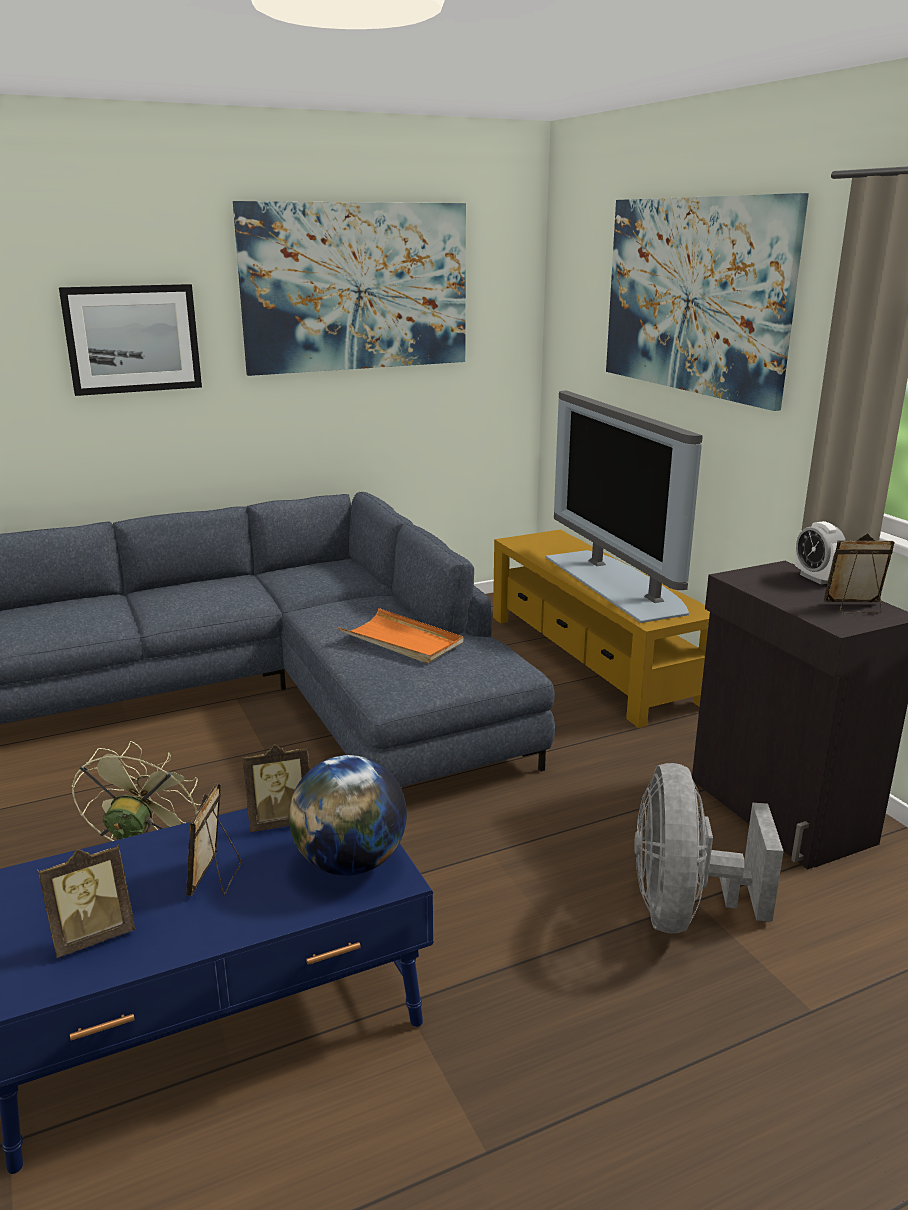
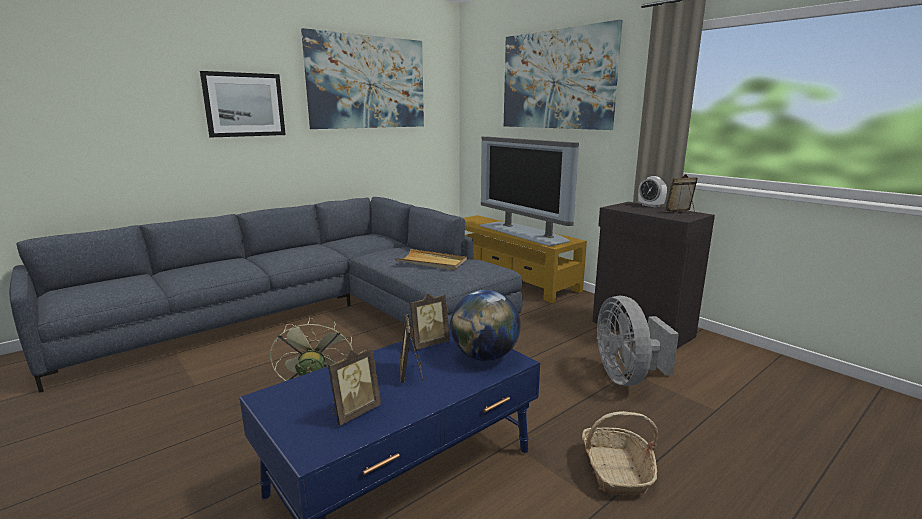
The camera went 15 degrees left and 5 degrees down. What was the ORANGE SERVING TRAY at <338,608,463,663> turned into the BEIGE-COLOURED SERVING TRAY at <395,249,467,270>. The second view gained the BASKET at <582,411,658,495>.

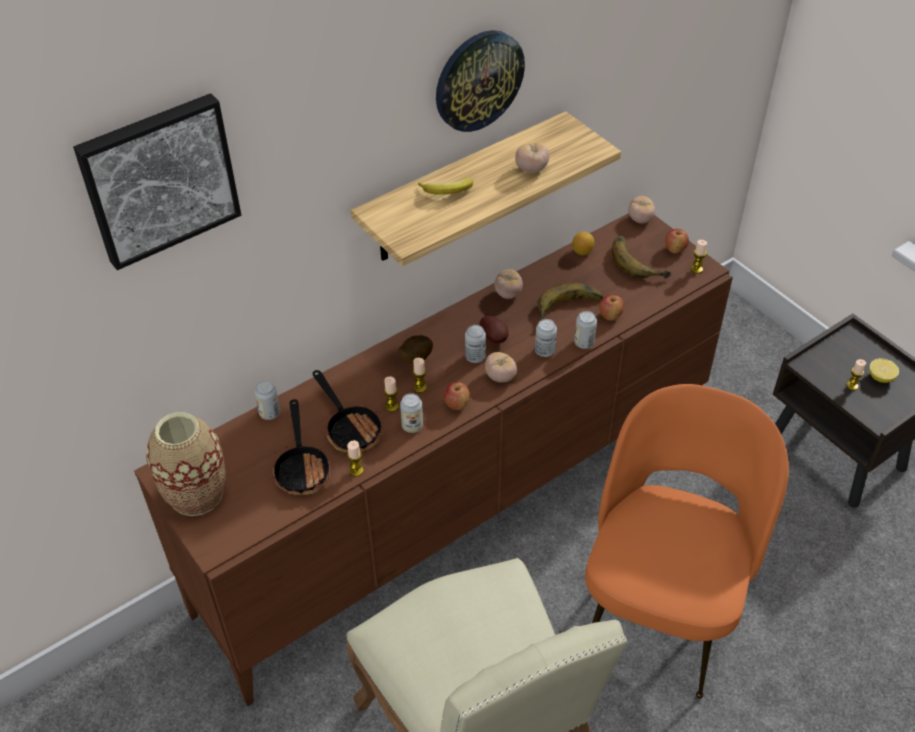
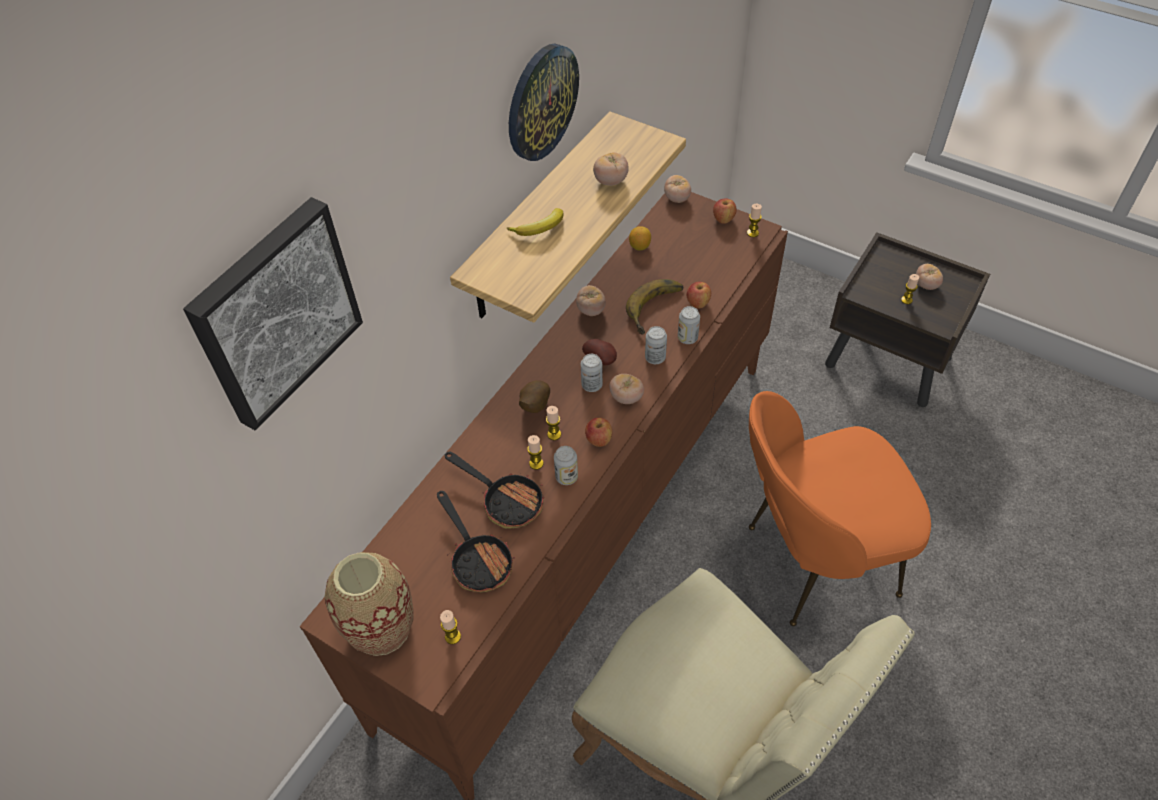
The camera went 20 degrees left and 5 degrees up. The second view lost the SEALED CAN at <254,381,280,420>. The CANDLE ended up elsewhere, having gone from <347,440,364,477> to <440,610,461,644>. The ORANGE CHAIR at <585,384,789,699> ended up facing another way, 105 degrees counterclockwise from before. The second view lost the WHOLE BANANA at <612,235,671,278>. Where the CITRUS FRUIT stood at <869,358,899,383>, the TOMATO came to stand at <916,264,943,290>.

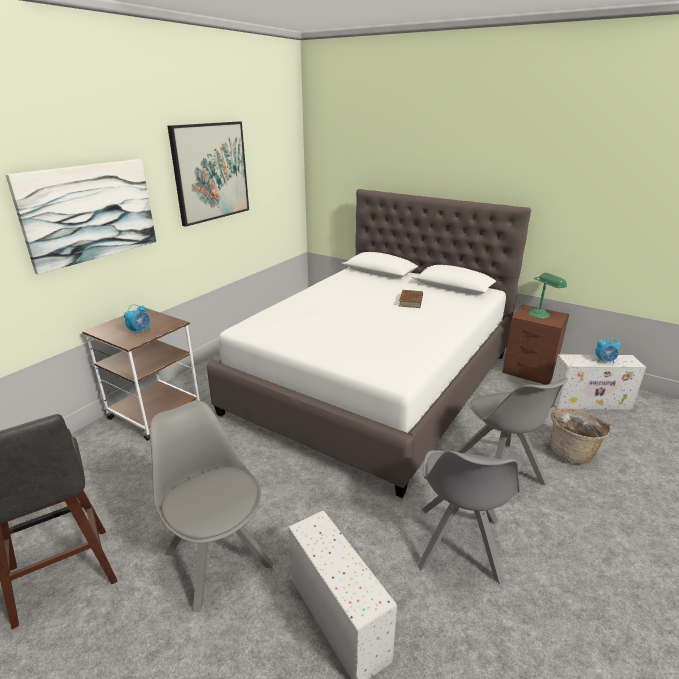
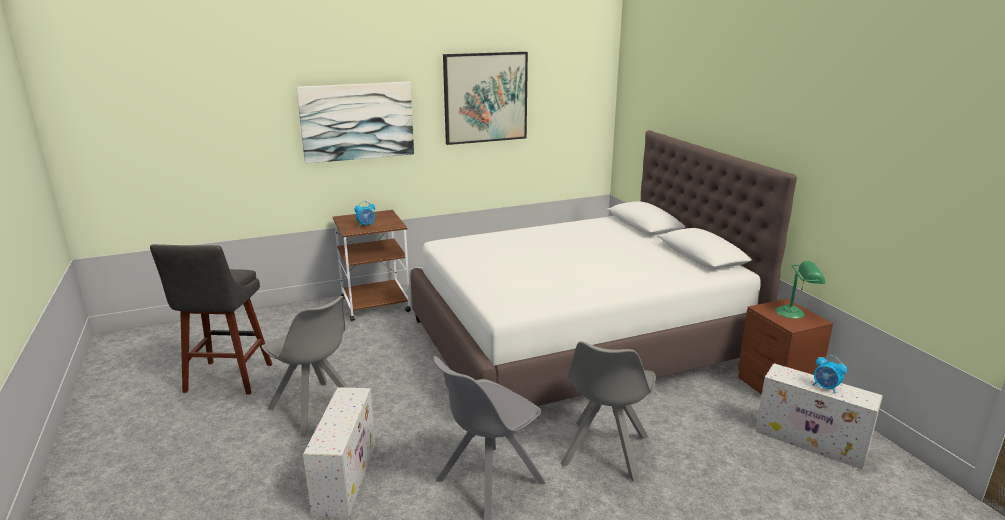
The camera went 35 degrees right and 5 degrees down. The GREYISH CHAIR at <150,401,273,612> ended up facing another way, 135 degrees clockwise from before. The second view lost the BROWNISH BOUND BOOK at <399,290,423,308>. The second view lost the BASKET at <550,408,611,464>.

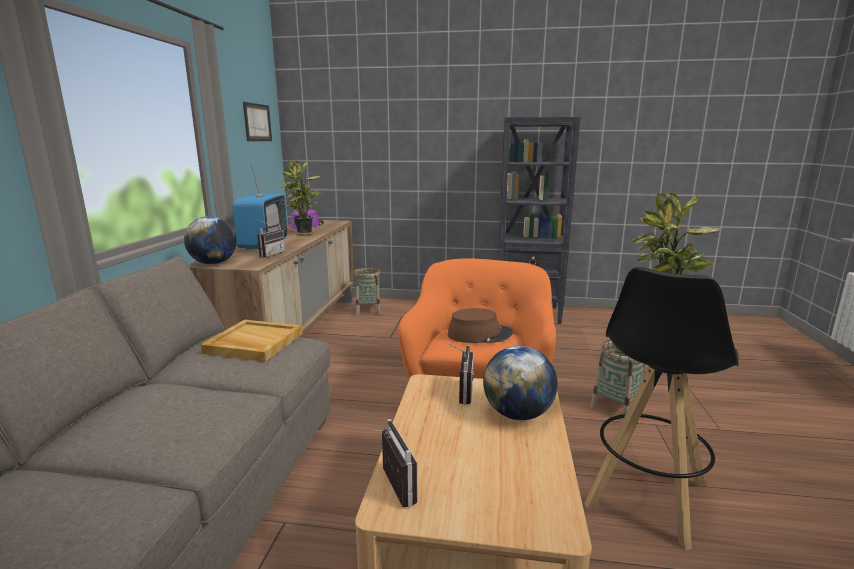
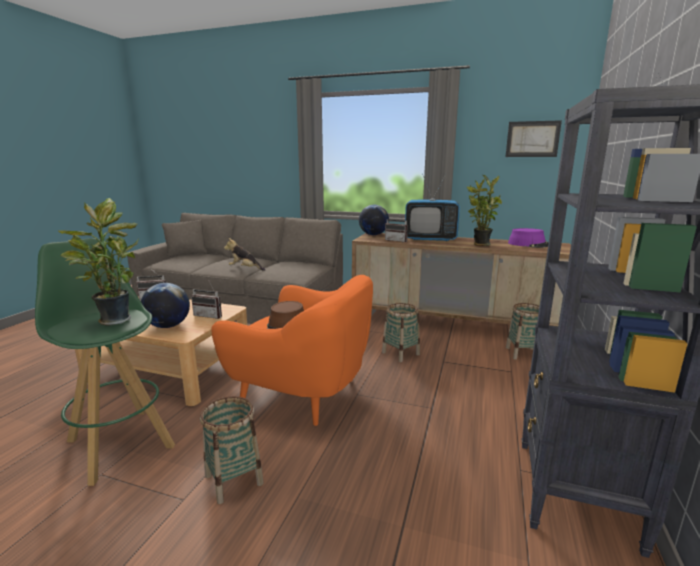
The camera went 100 degrees right and 0 degrees up. The second view lost the BEIGE-COLOURED SERVING TRAY at <201,320,302,362>. What was the BLACK SITTING STOOL at <584,267,739,551> turned into the GREENISH SITTING STOOL at <35,238,175,486>. The second view gained the SOFT TOY at <224,238,265,271>. The second view gained the BASKET at <382,303,420,362>.

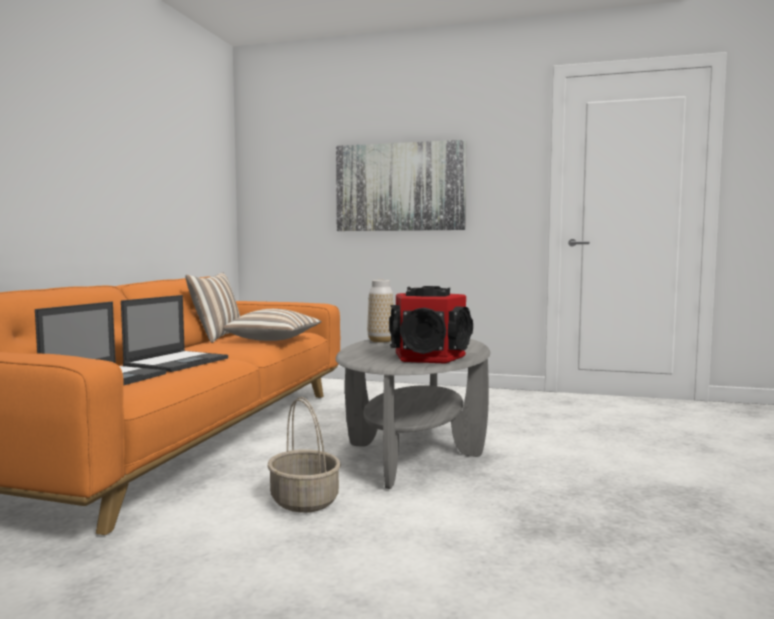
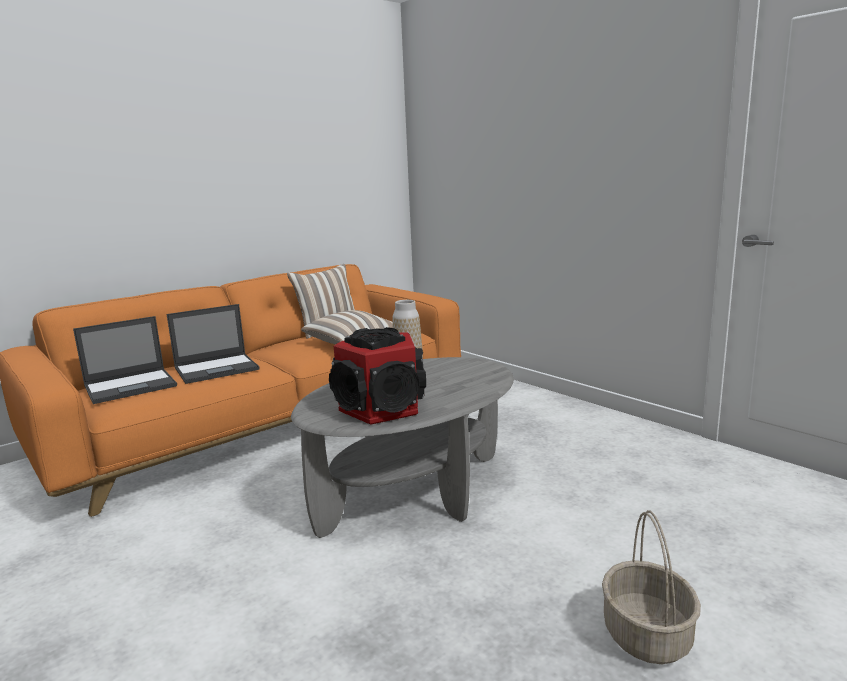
The camera went 35 degrees right and 10 degrees up. The BASKET ended up elsewhere, having gone from <267,397,341,513> to <602,510,701,664>. The second view lost the WALL ART at <336,140,466,231>.

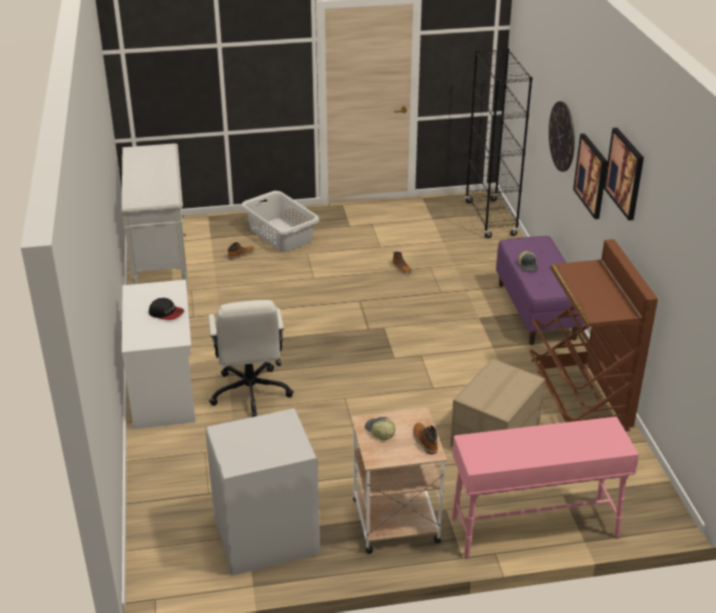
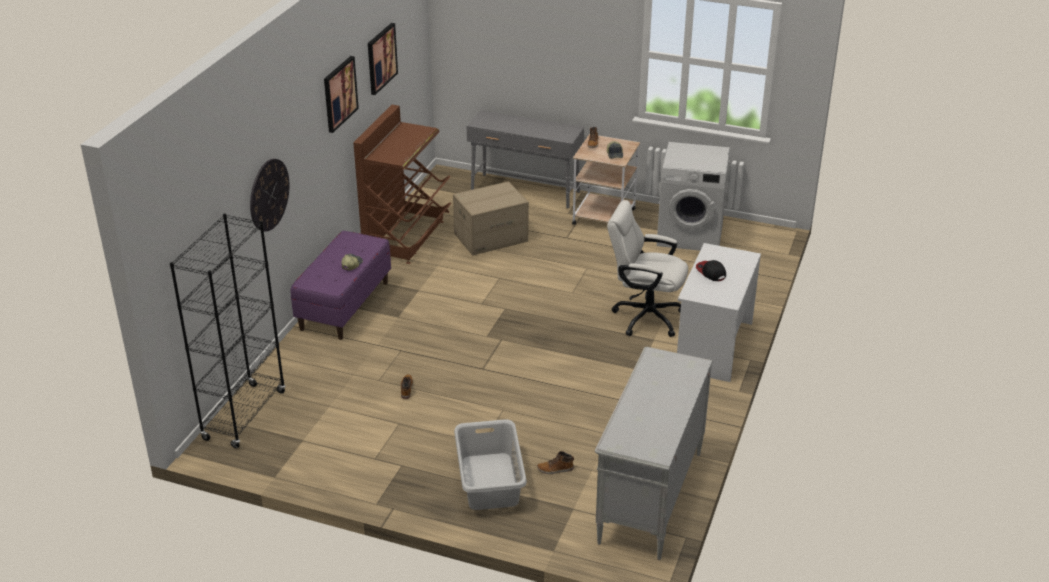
The camera went 150 degrees left and 0 degrees up. The WHITE-COLOURED COMPUTER CHAIR at <208,300,293,417> ended up facing another way, 90 degrees counterclockwise from before. What was the PINK-COLOURED HALL TABLE at <452,417,639,558> turned into the GREYISH HALL TABLE at <466,110,584,208>. The WALL ART ended up elsewhere, having gone from <573,133,607,219> to <368,23,398,95>.

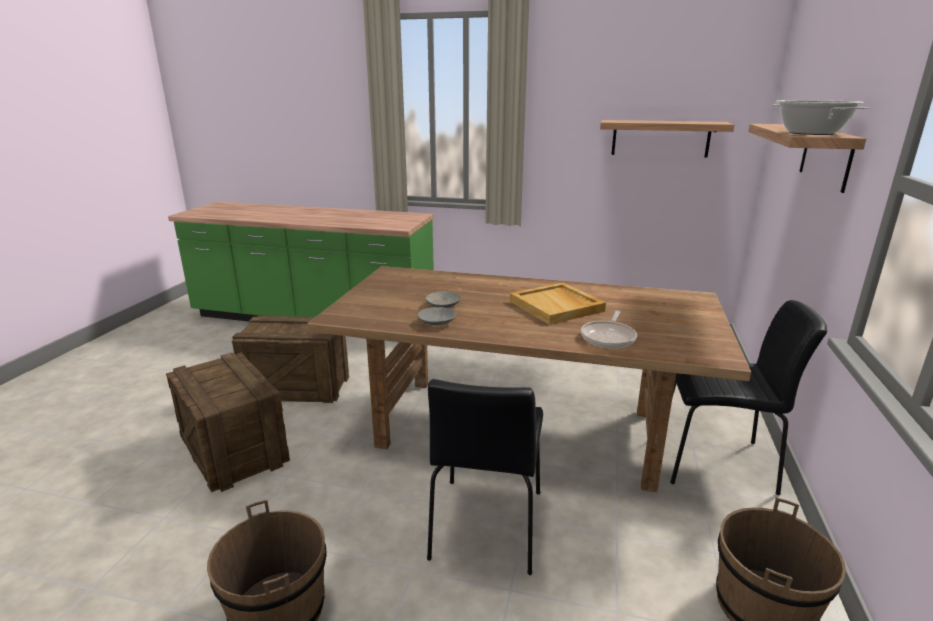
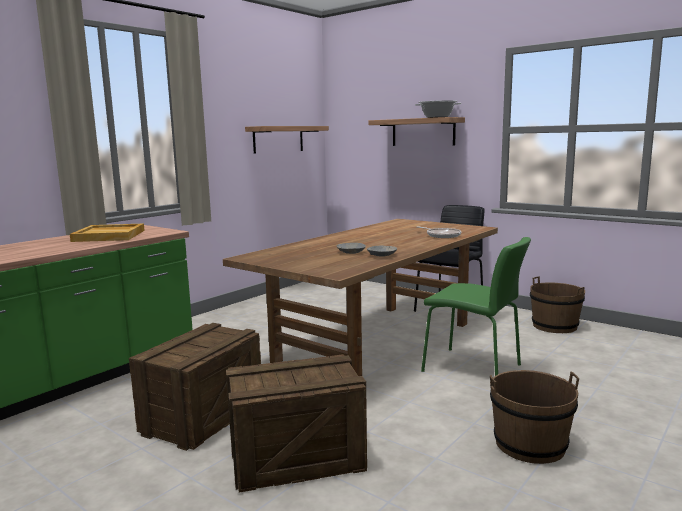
The camera went 65 degrees left and 10 degrees down. What was the BLACK CHAIR at <427,379,543,575> turned into the GREENISH CHAIR at <421,237,531,376>. The BEIGE-COLOURED SERVING TRAY ended up elsewhere, having gone from <510,282,606,325> to <70,223,145,242>.

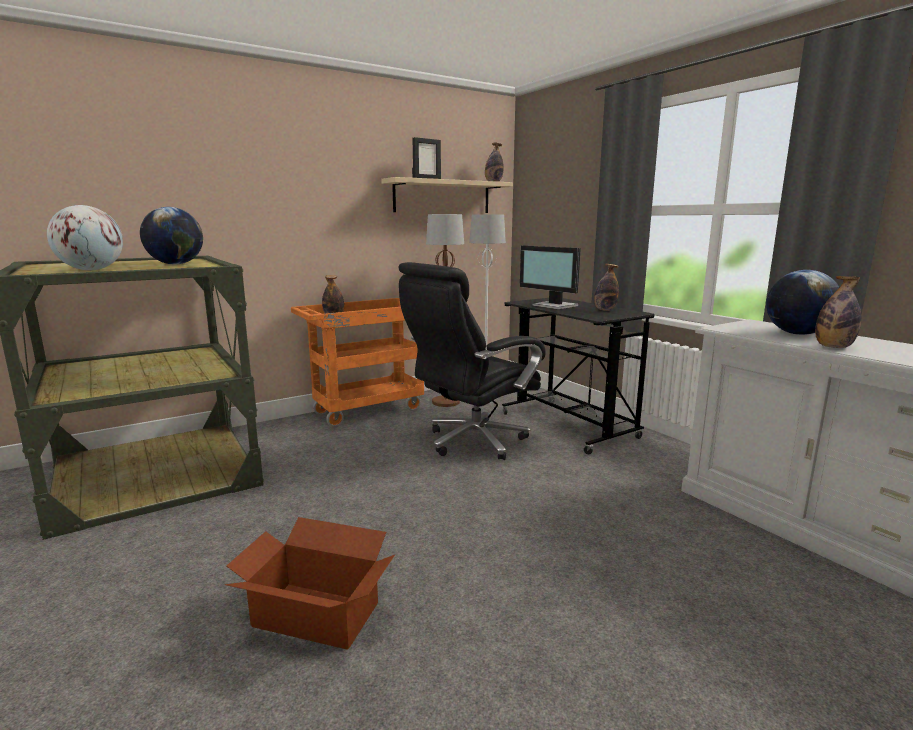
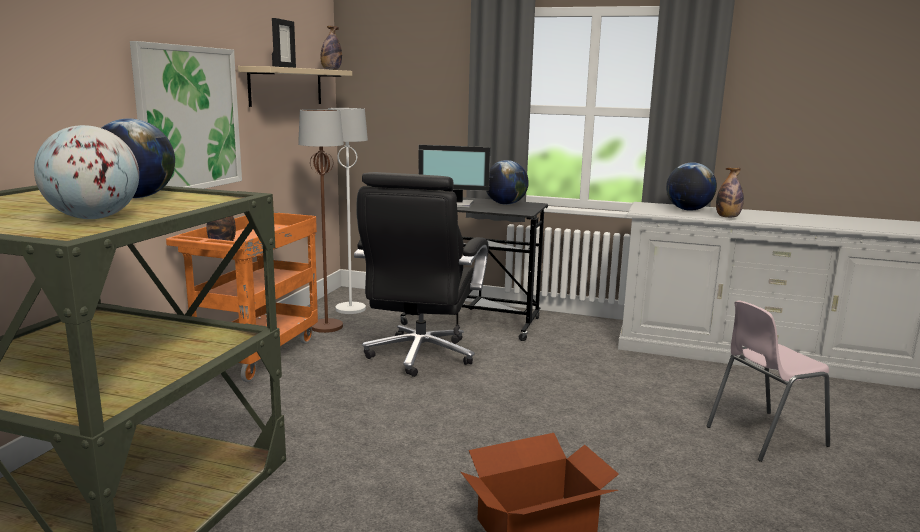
The camera went 40 degrees left and 0 degrees up. Where the DRINK BOTTLE stood at <594,264,619,311>, the DESK GLOBE came to stand at <486,160,529,205>. The second view gained the WALL ART at <130,41,242,189>. The second view gained the PINK-COLOURED CHAIR at <706,300,830,462>.

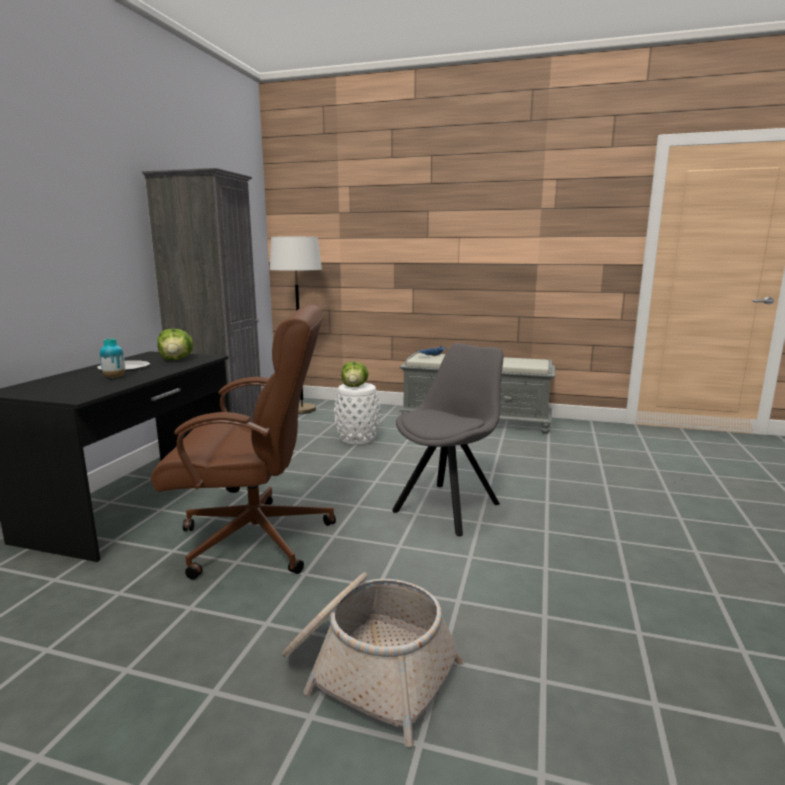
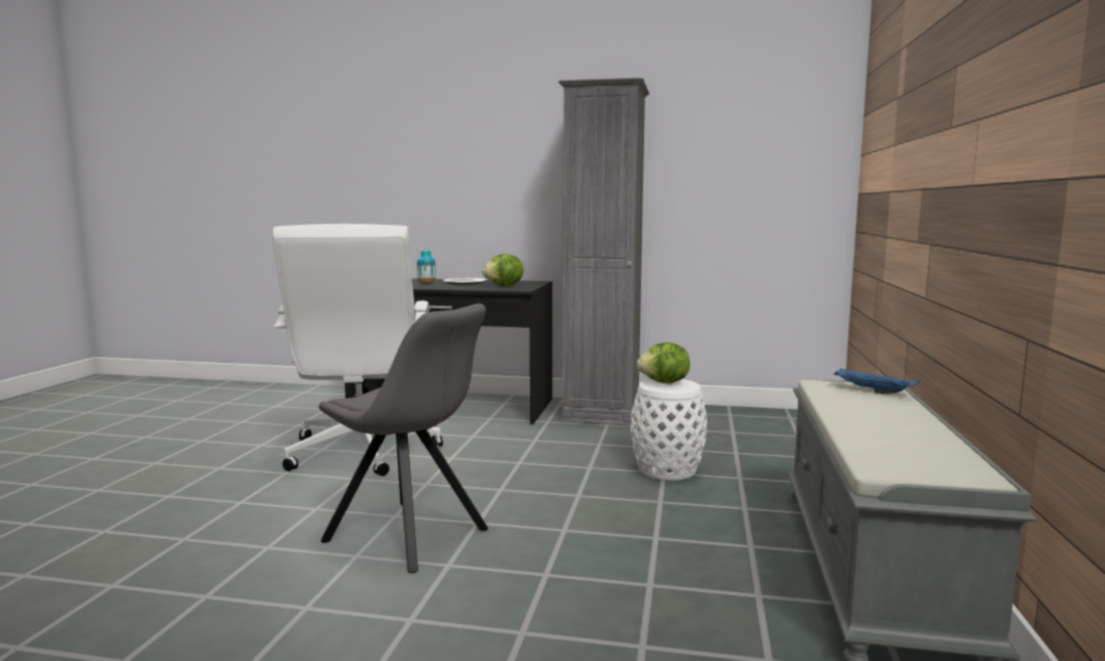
The camera went 85 degrees right and 5 degrees down. What was the BROWNISH COMPUTER CHAIR at <151,305,336,580> turned into the WHITE-COLOURED COMPUTER CHAIR at <273,224,443,476>. The second view lost the WHITE-COLOURED STANDING LAMP at <270,237,322,414>. The second view lost the BASKET at <282,572,464,747>.

